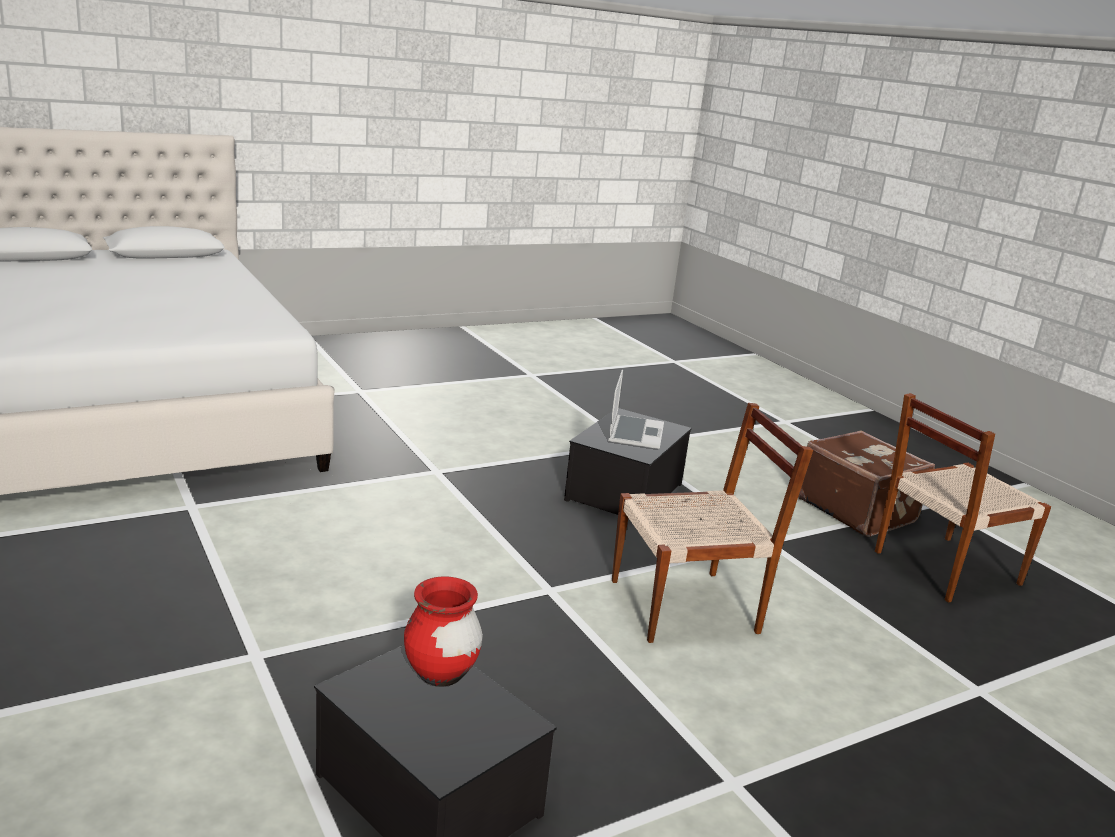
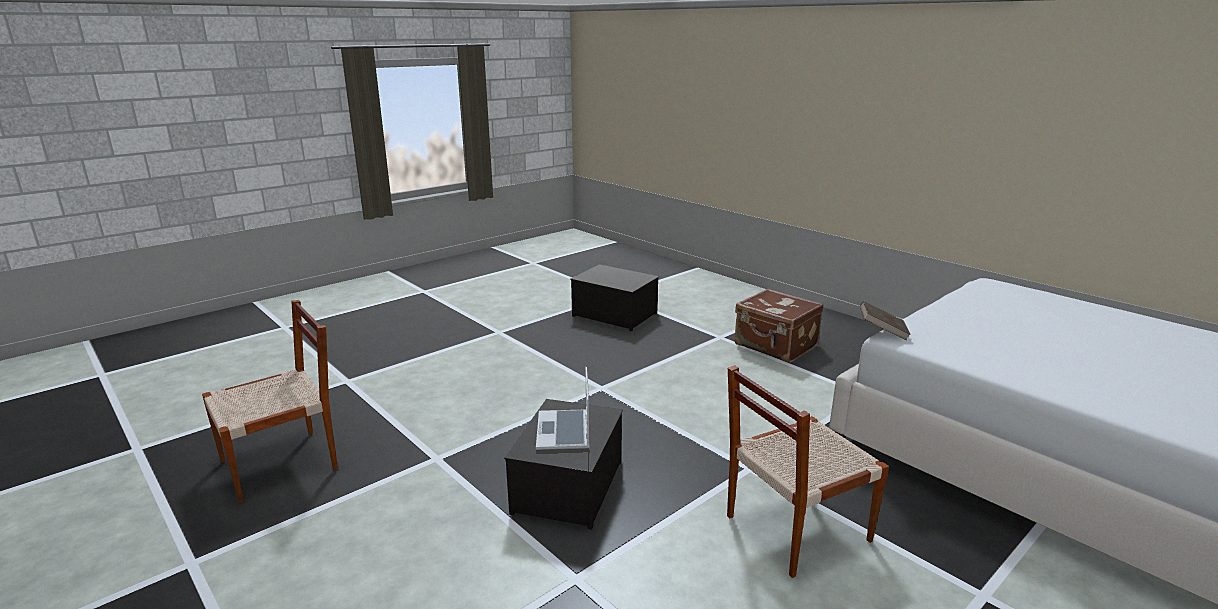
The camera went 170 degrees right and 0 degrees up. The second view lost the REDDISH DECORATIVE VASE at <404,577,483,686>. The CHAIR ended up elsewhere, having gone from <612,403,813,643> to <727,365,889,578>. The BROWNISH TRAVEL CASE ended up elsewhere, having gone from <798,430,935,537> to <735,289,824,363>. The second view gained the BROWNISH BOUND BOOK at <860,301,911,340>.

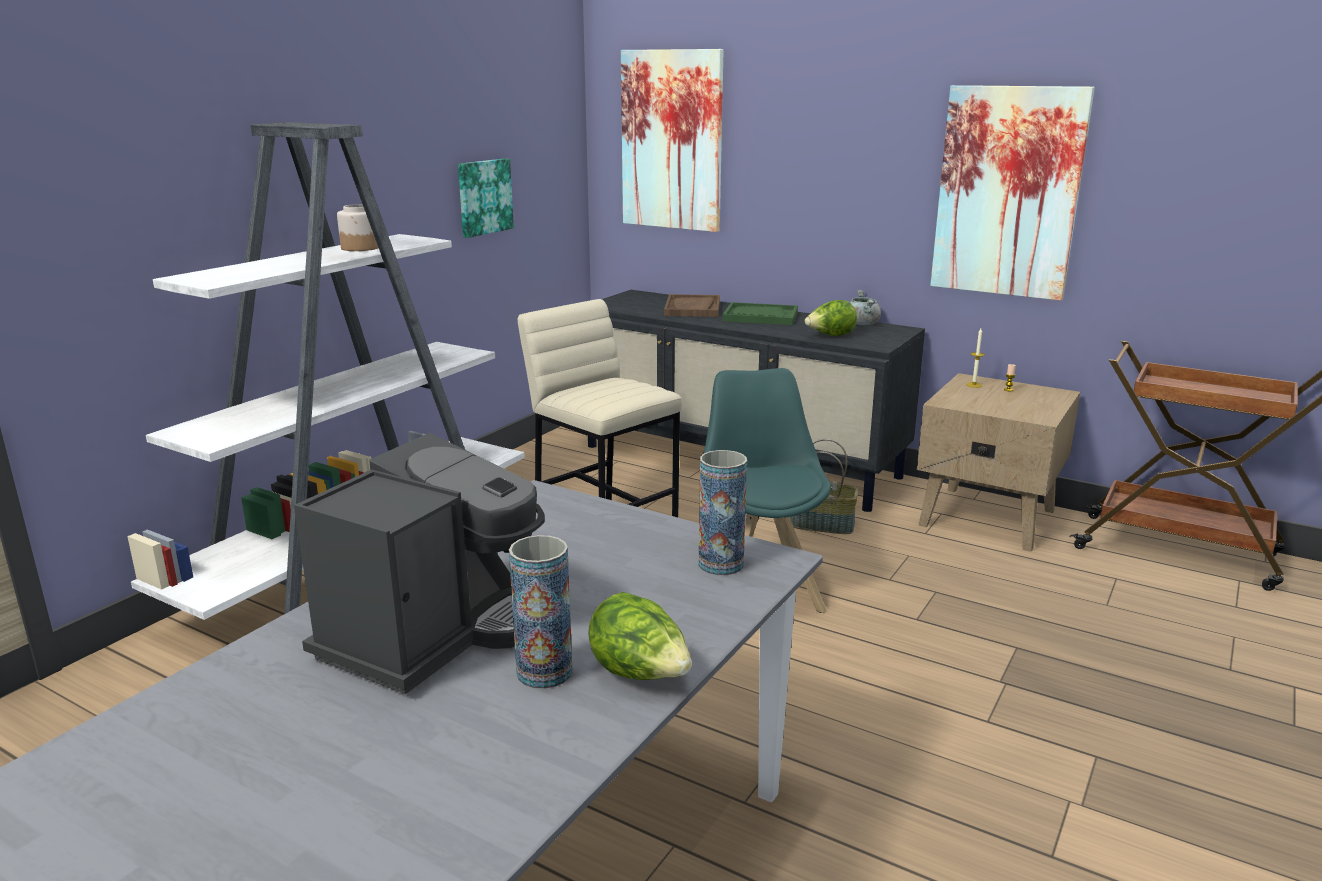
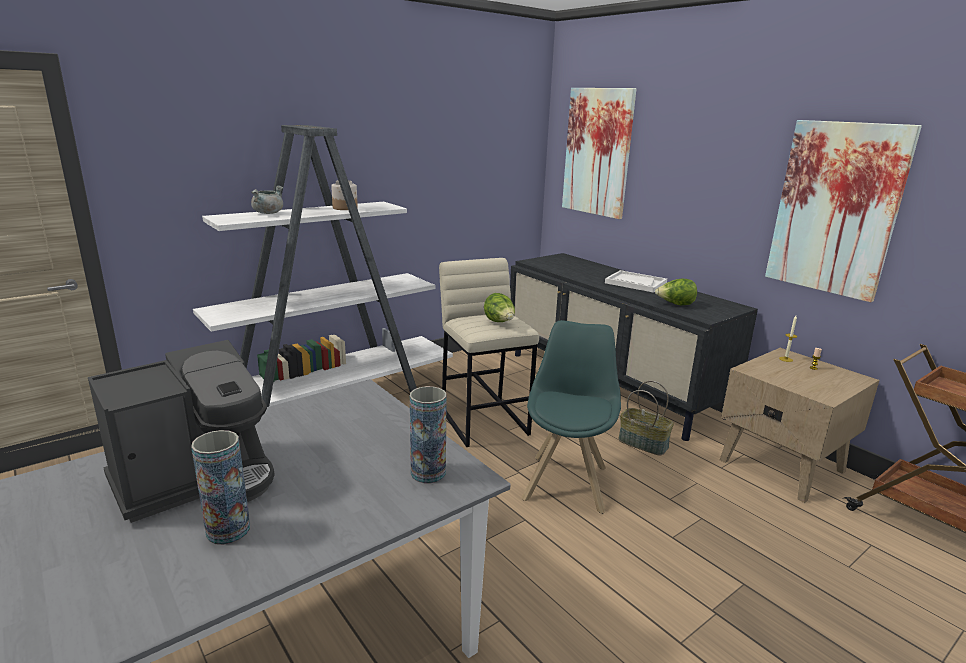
The camera went 20 degrees right and 0 degrees up. The second view lost the WALL ART at <458,158,514,238>. The HEAD OF LETTUCE ended up elsewhere, having gone from <588,592,692,680> to <484,293,515,322>. The second view lost the BROWNISH SERVING TRAY at <664,294,720,317>. What was the GREENISH SERVING TRAY at <722,302,798,325> turned into the WHITE-COLOURED SERVING TRAY at <605,270,667,293>. The GREYISH COOKING POT ended up elsewhere, having gone from <850,290,881,325> to <251,185,283,214>.

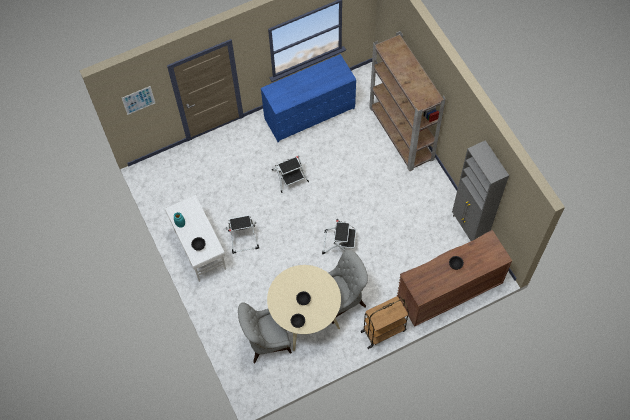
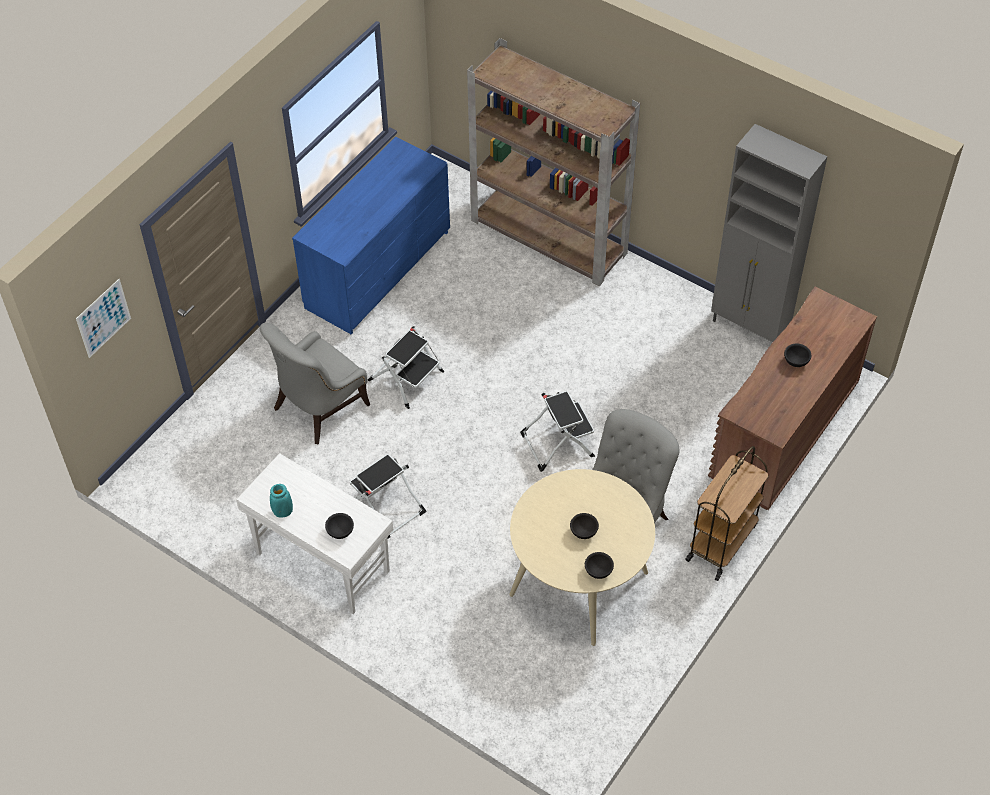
The camera went 30 degrees left and 10 degrees down. The GREYISH CHAIR ended up elsewhere, having gone from <238,302,292,363> to <260,323,370,445>.

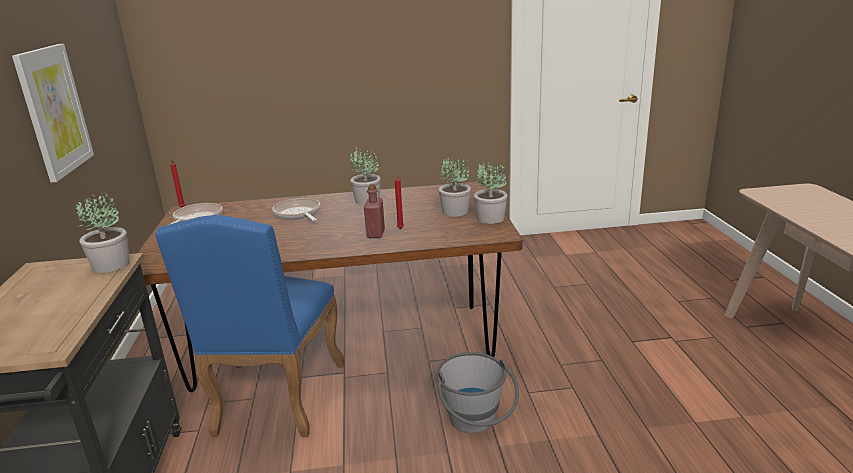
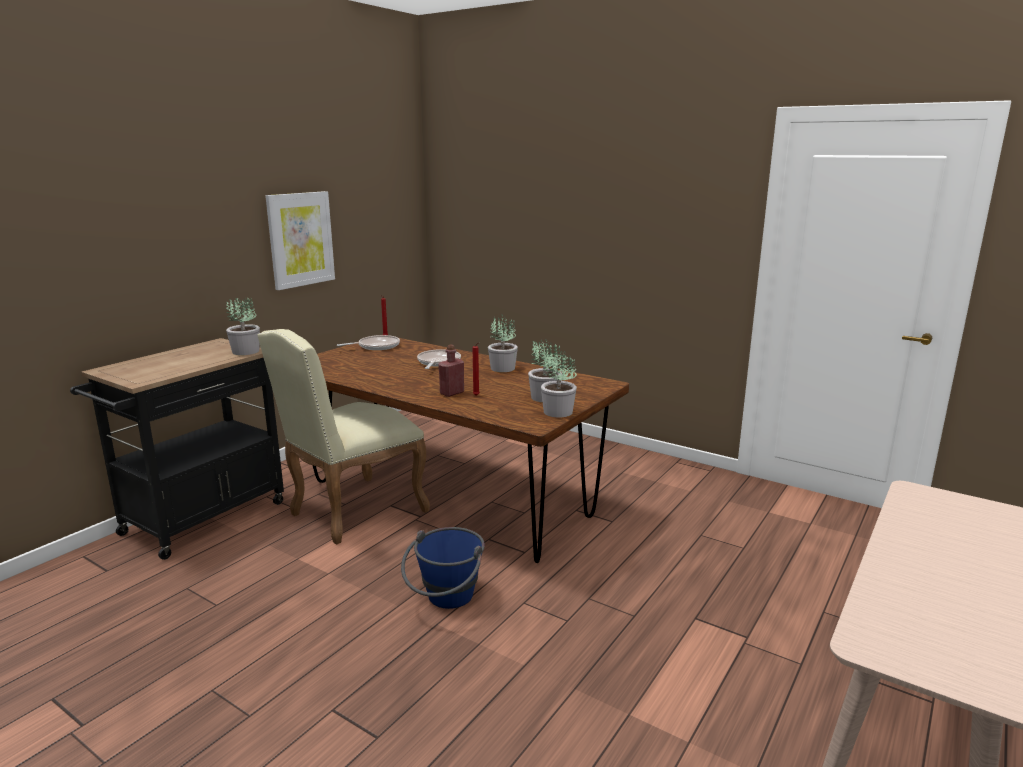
The camera went 40 degrees right and 5 degrees down. What was the BLUE CHAIR at <155,215,344,437> turned into the BEIGE-COLOURED CHAIR at <257,329,430,545>. What was the GREYISH PAIL at <436,352,519,434> turned into the BLUE PAIL at <401,527,485,609>.

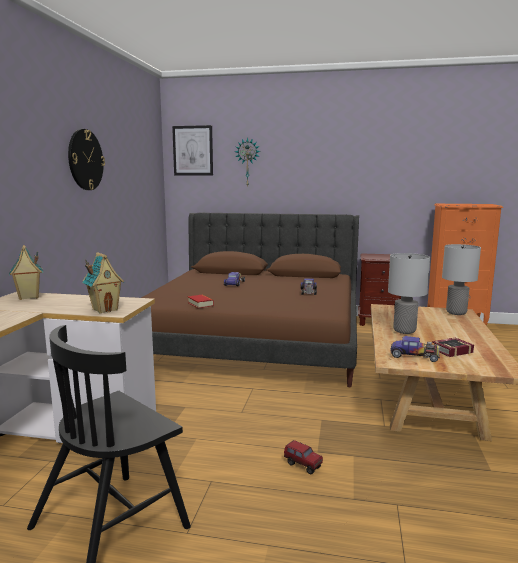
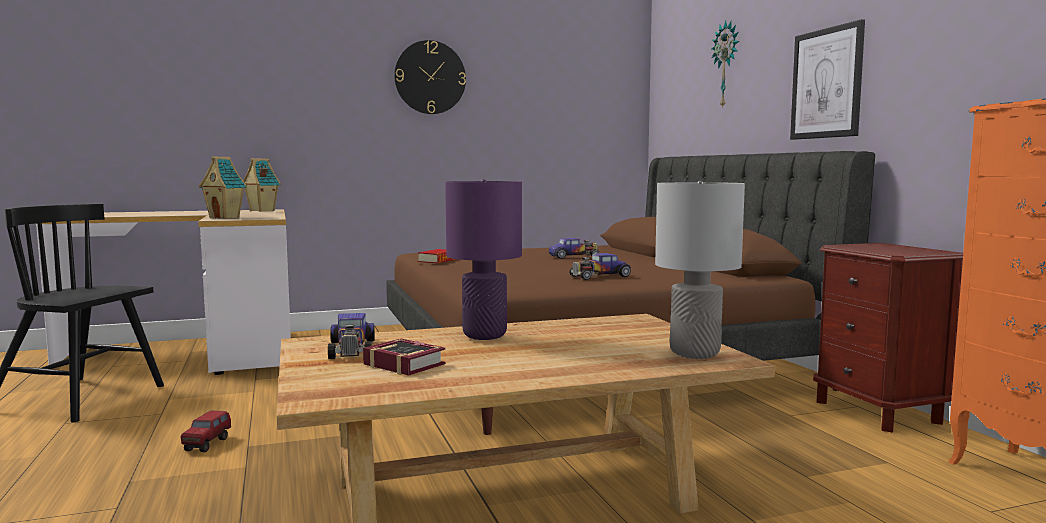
The camera went 60 degrees right and 5 degrees down. The WALL ART ended up elsewhere, having gone from <172,125,213,176> to <790,19,865,140>. What was the GREYISH TABLE LAMP at <388,253,430,334> turned into the PURPLE TABLE LAMP at <445,179,522,340>.

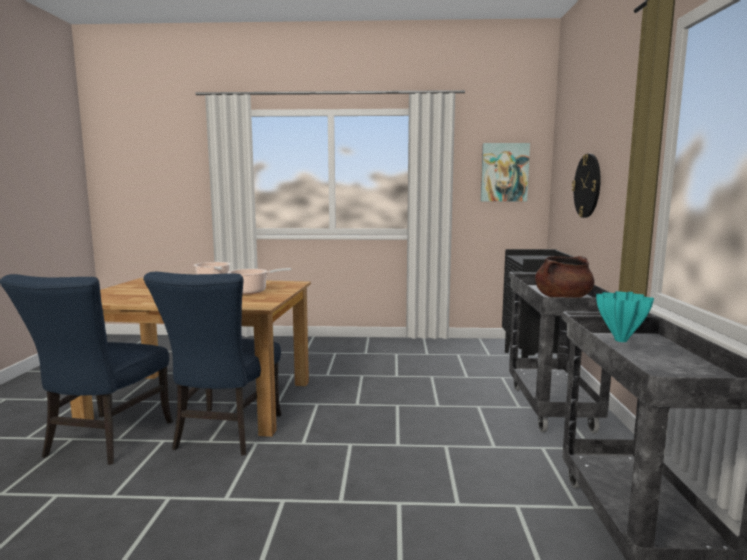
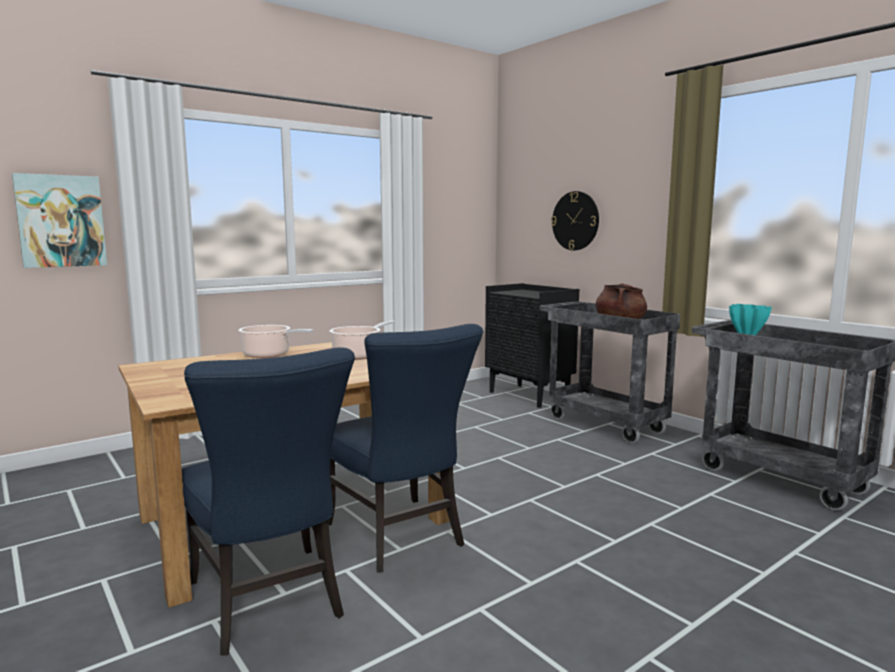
The camera went 40 degrees left and 0 degrees up. The WALL ART ended up elsewhere, having gone from <481,143,530,201> to <12,173,107,268>.

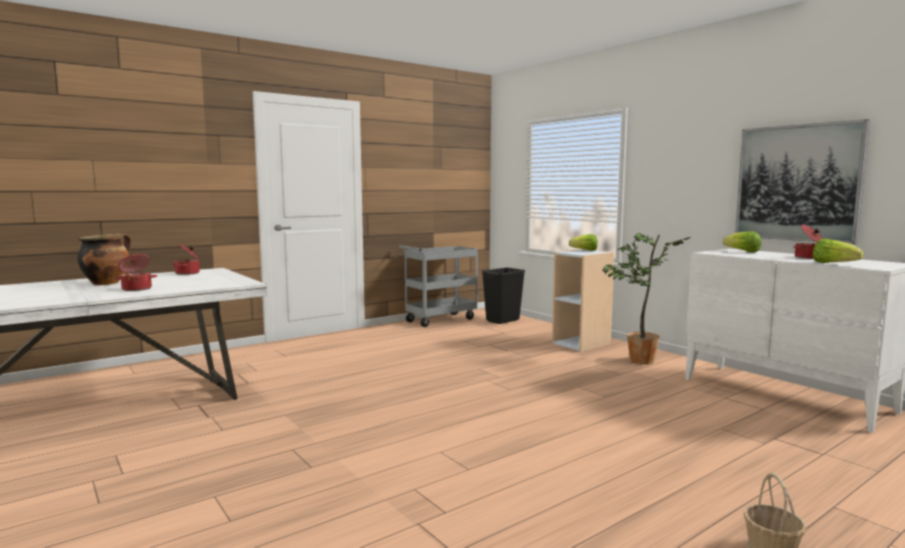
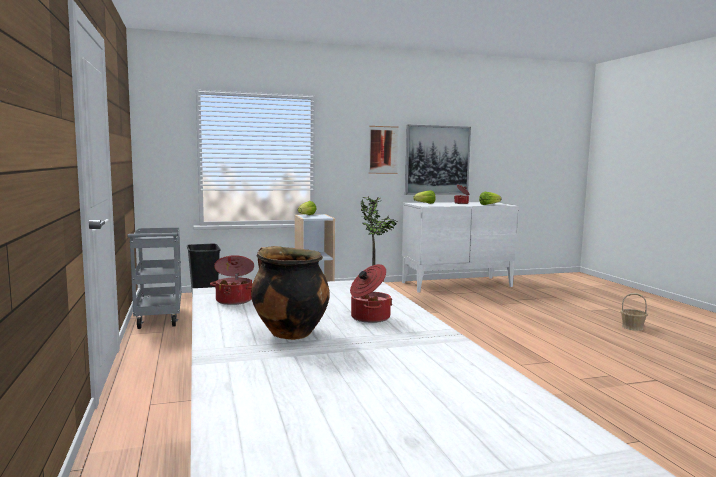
The camera went 70 degrees left and 0 degrees up. The second view gained the WALL ART at <369,126,399,174>.

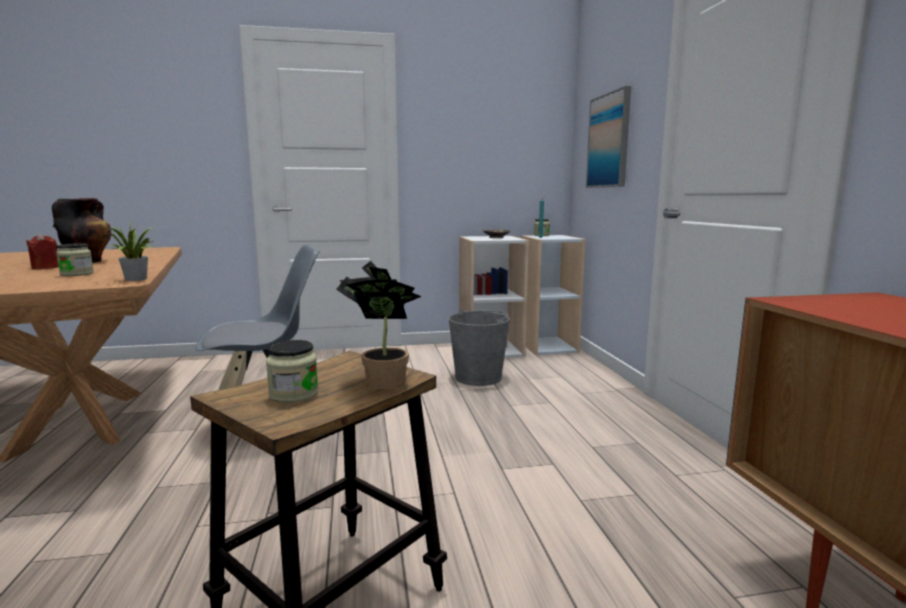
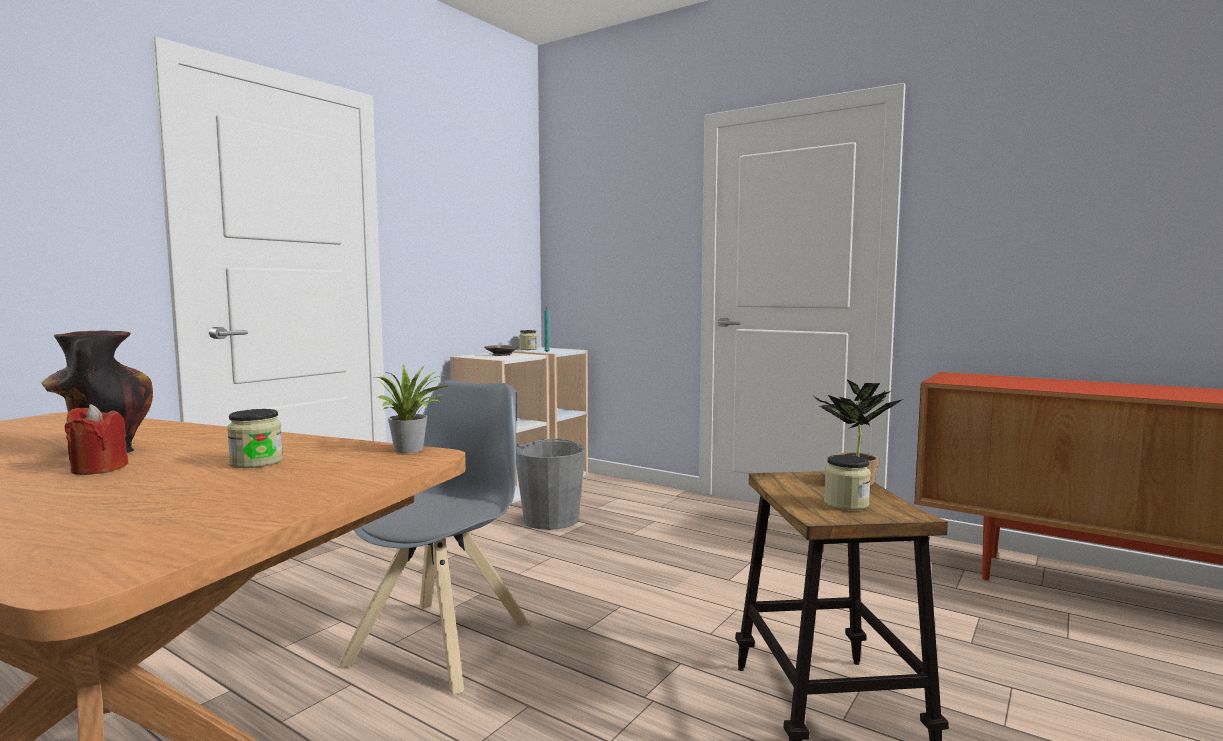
The camera went 45 degrees left and 5 degrees down. The second view lost the WALL ART at <586,86,631,188>.

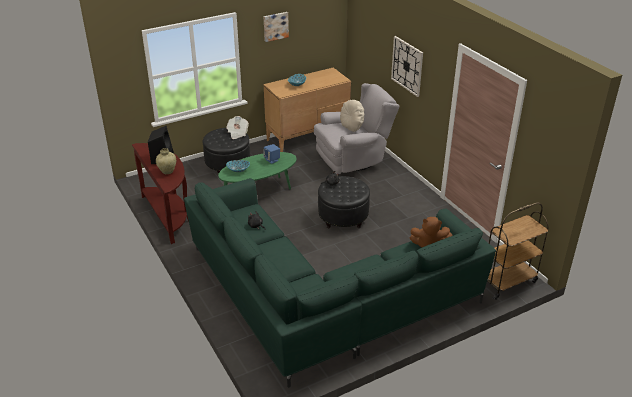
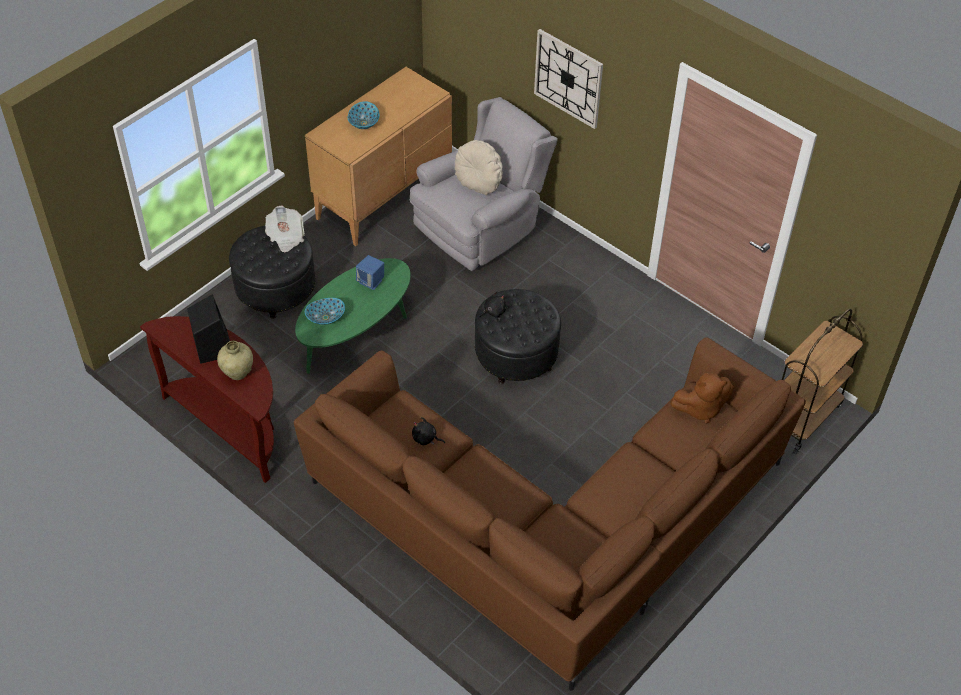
The camera went 20 degrees left and 15 degrees up. What was the GREENISH SETTEE at <184,178,496,388> turned into the BROWNISH SETTEE at <294,337,806,691>. The second view lost the WALL ART at <264,12,289,42>.

